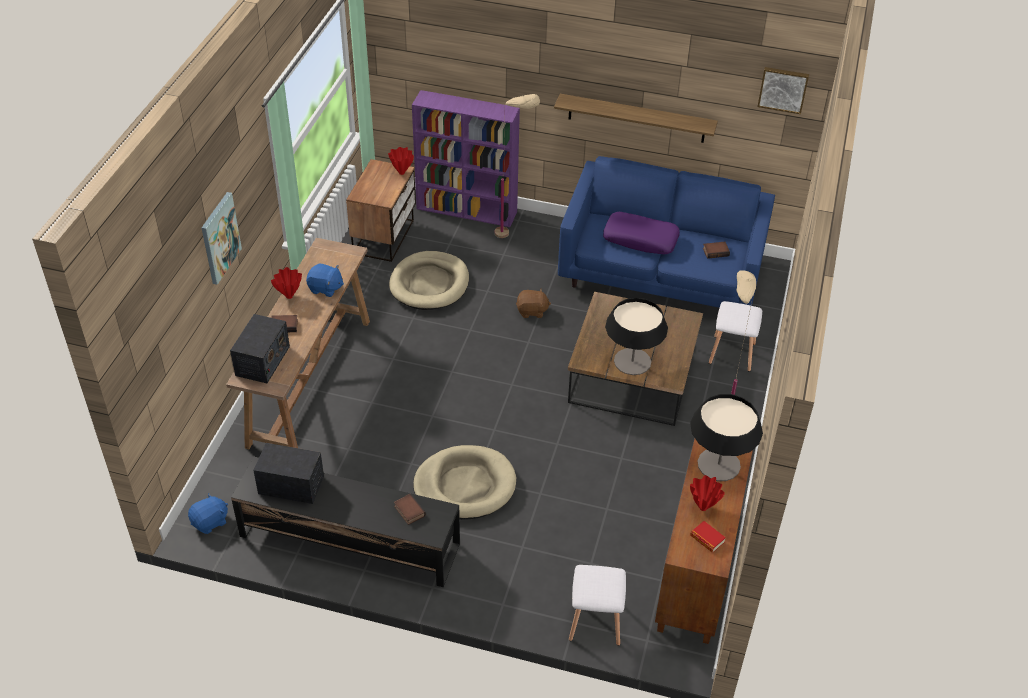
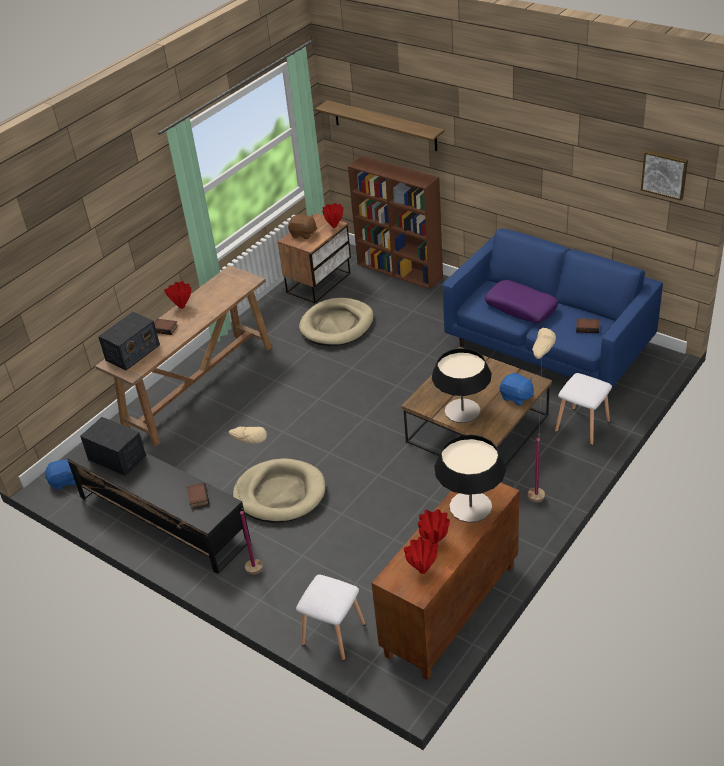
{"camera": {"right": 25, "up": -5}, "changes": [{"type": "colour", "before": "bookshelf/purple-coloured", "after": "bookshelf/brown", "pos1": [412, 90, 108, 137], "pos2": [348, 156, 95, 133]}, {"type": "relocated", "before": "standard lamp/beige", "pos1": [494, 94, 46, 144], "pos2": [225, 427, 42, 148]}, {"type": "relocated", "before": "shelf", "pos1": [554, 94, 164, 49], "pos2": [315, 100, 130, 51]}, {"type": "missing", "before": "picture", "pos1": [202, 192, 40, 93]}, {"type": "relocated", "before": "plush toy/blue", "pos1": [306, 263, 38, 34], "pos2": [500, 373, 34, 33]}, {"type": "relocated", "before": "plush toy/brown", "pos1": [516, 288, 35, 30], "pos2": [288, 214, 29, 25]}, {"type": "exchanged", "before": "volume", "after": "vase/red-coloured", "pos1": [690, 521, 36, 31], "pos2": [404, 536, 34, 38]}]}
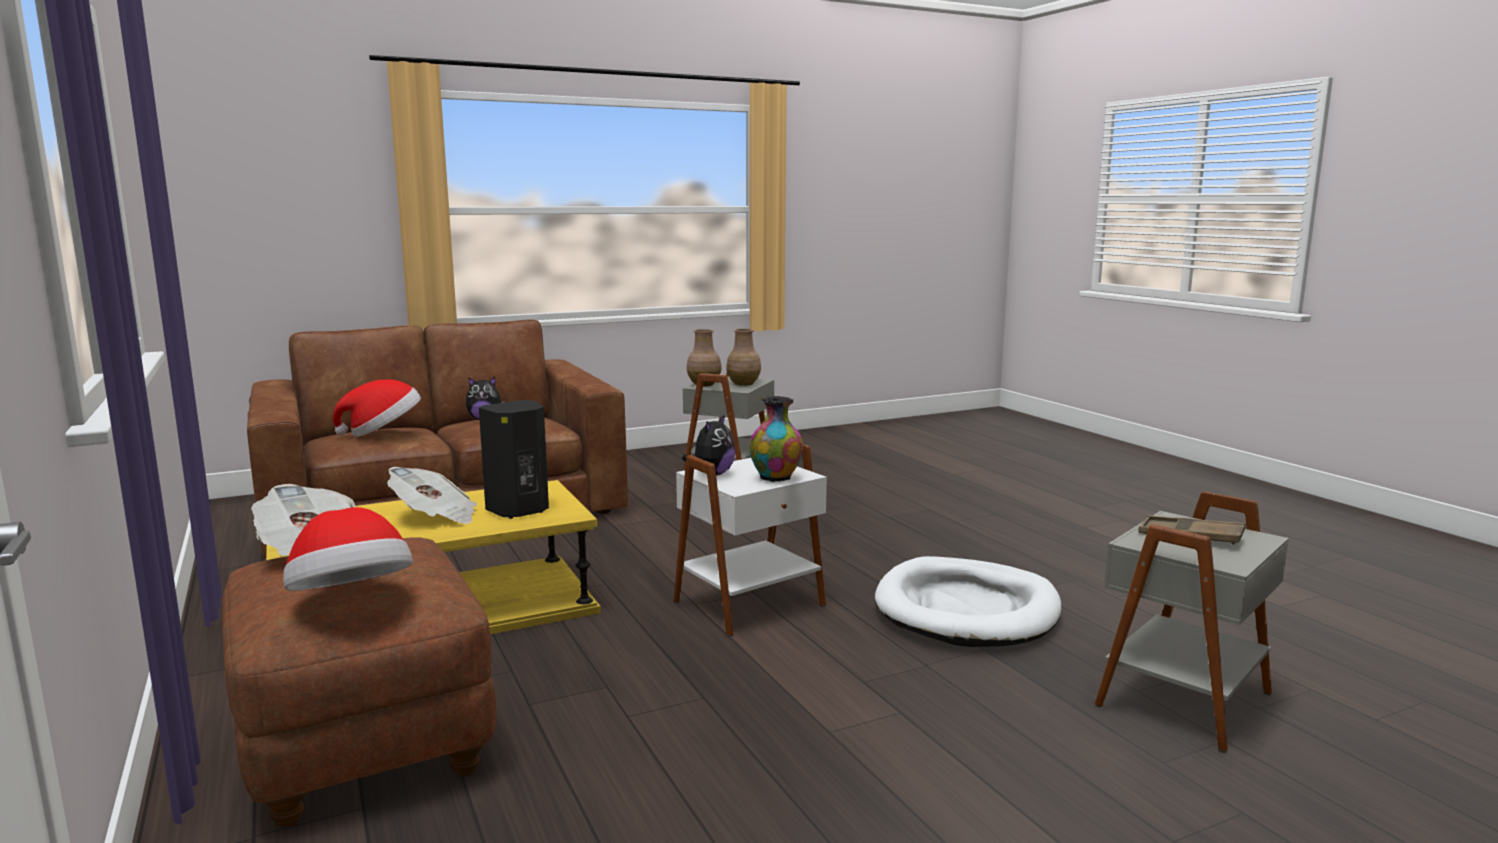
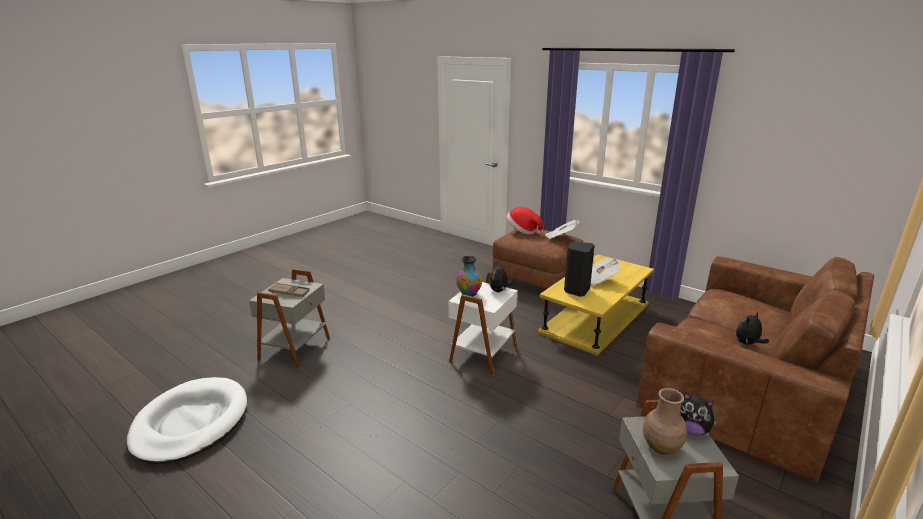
{"camera": {"right": 155, "up": 10}, "changes": [{"type": "exchanged", "before": "vase/brown", "after": "plush toy", "pos1": [687, 329, 35, 57], "pos2": [681, 392, 37, 44]}, {"type": "missing", "before": "clothing hat", "pos1": [333, 379, 88, 58]}, {"type": "relocated", "before": "dog bed/whitish", "pos1": [875, 556, 186, 91], "pos2": [127, 377, 120, 87]}]}
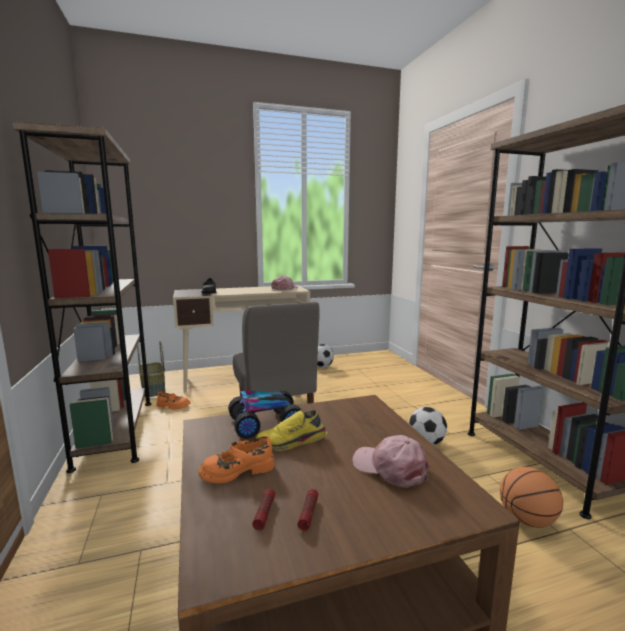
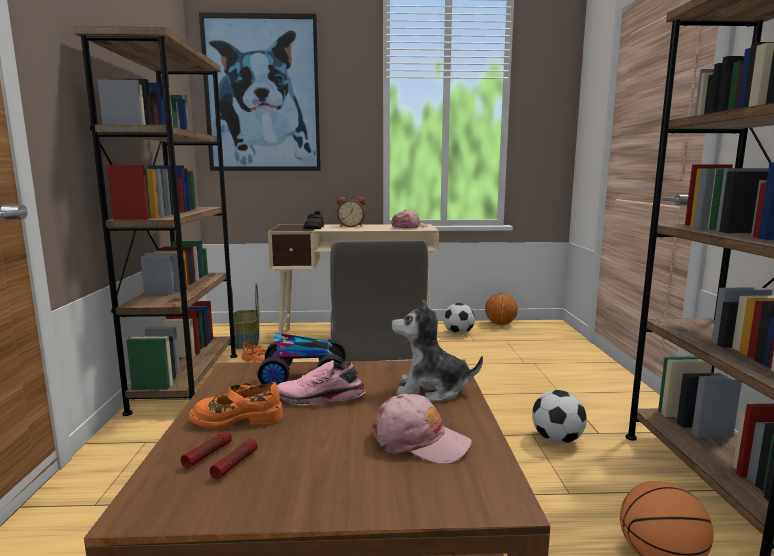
{"camera": {"right": 15, "up": 0}, "changes": [{"type": "colour", "before": "item of footwear/yellowish", "after": "item of footwear/pink", "pos1": [256, 410, 71, 41], "pos2": [277, 360, 88, 46]}, {"type": "spun", "before": "cap/pink", "pos1": [353, 435, 77, 53], "pos2": [370, 394, 102, 70], "turn": 150}, {"type": "relocated", "before": "torch", "pos1": [298, 489, 20, 41], "pos2": [181, 431, 51, 38]}, {"type": "appeared", "after": "picture", "pos2": [199, 12, 122, 159]}, {"type": "appeared", "after": "alarm clock", "pos2": [337, 197, 28, 30]}, {"type": "appeared", "after": "ball for basketball", "pos2": [485, 293, 33, 32]}, {"type": "appeared", "after": "plush toy", "pos2": [392, 299, 91, 103]}]}
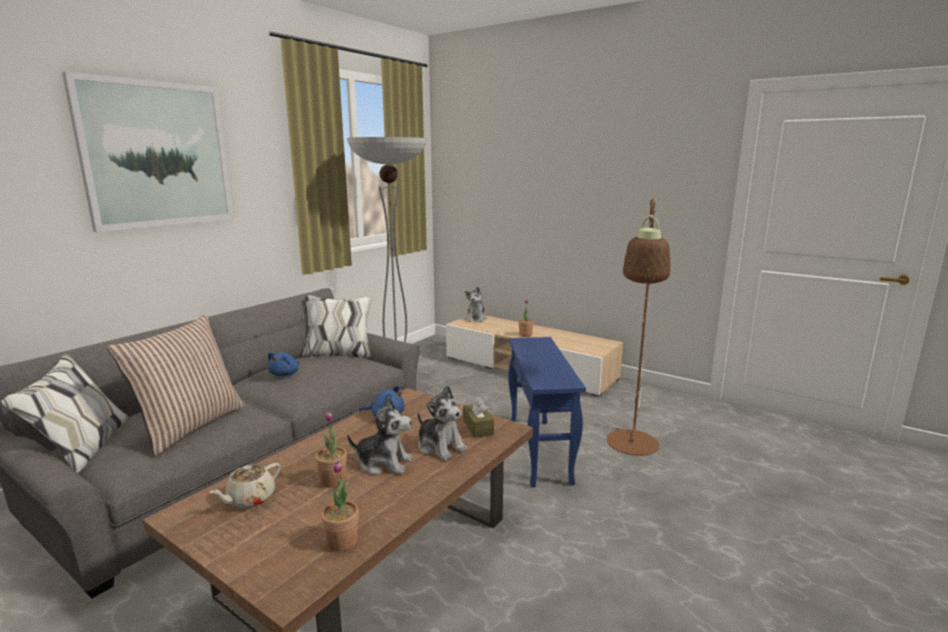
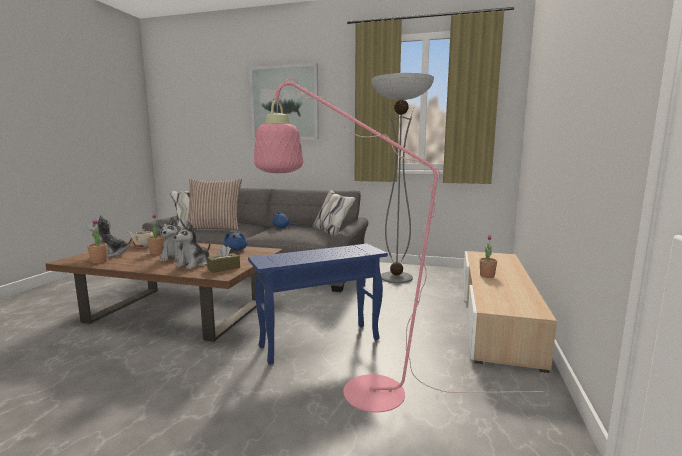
{"camera": {"right": 70, "up": -5}, "changes": [{"type": "colour", "before": "standard lamp/brown", "after": "standard lamp/pink", "pos1": [607, 196, 63, 260], "pos2": [254, 78, 290, 334]}, {"type": "relocated", "before": "plush toy", "pos1": [465, 287, 22, 35], "pos2": [87, 215, 45, 42]}]}
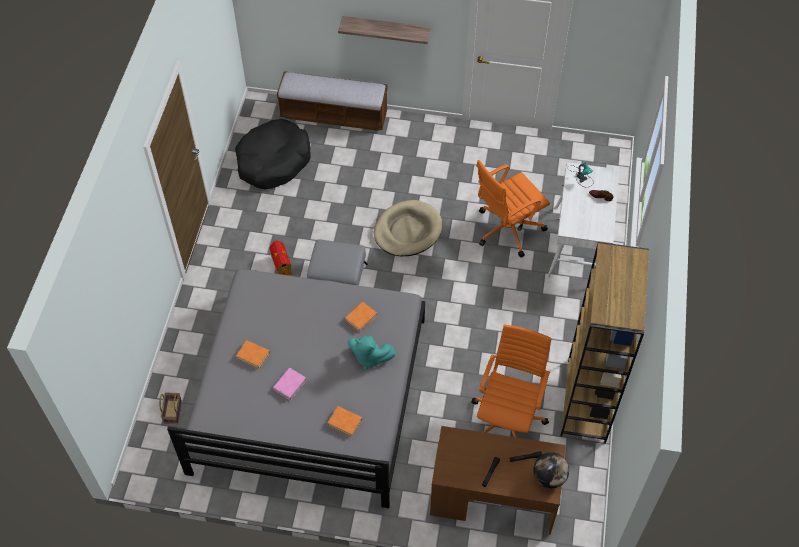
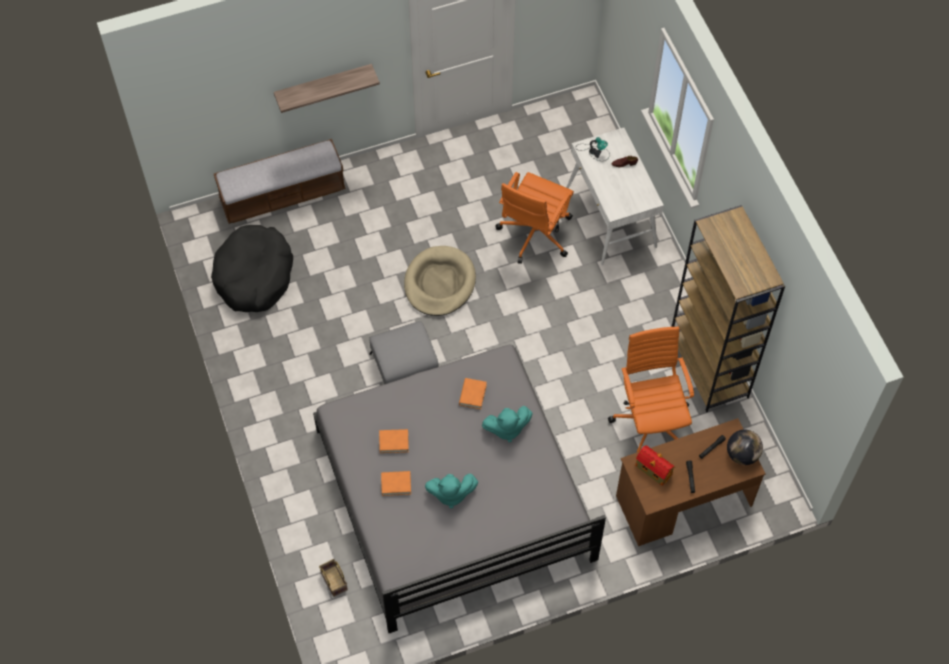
{"camera": {"right": -30, "up": 5}, "changes": [{"type": "relocated", "before": "model house", "pos1": [270, 240, 22, 35], "pos2": [635, 445, 40, 41]}, {"type": "exchanged", "before": "volume/pink", "after": "plush toy/blue-green", "pos1": [273, 368, 34, 33], "pos2": [425, 474, 53, 34]}, {"type": "relocated", "before": "volume/orangey", "pos1": [327, 406, 35, 31], "pos2": [379, 429, 30, 24]}]}
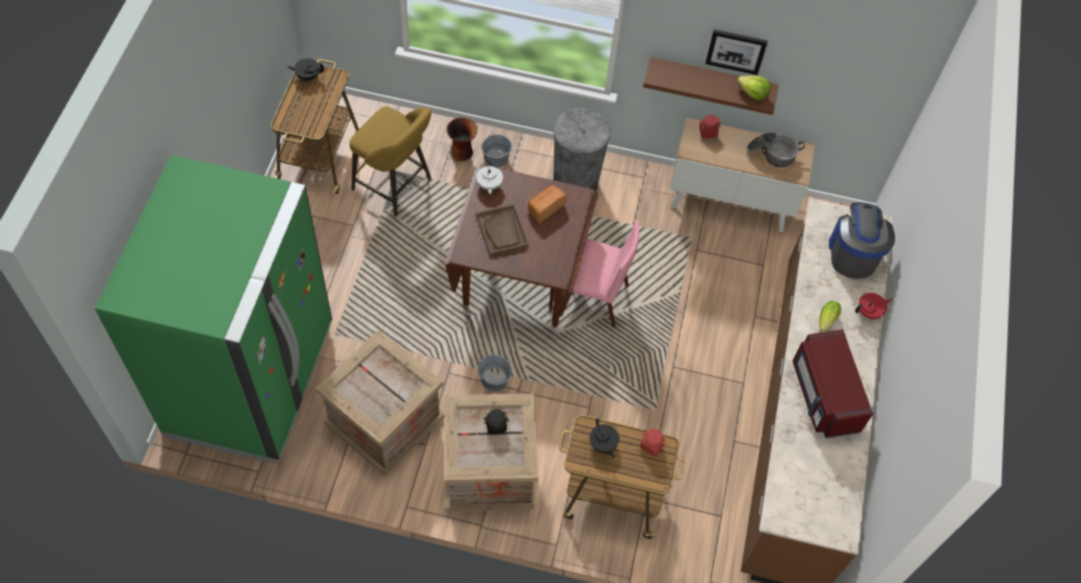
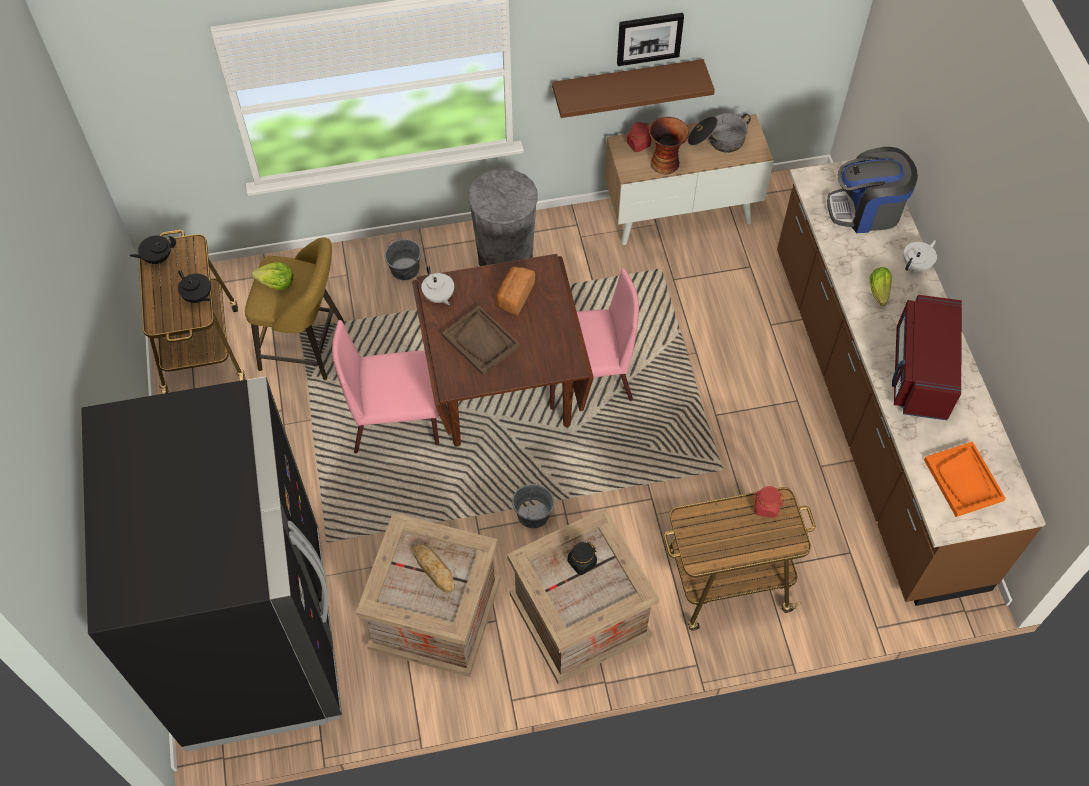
{"camera": {"right": -20, "up": 0}, "changes": [{"type": "relocated", "before": "lettuce head", "pos1": [737, 75, 33, 25], "pos2": [252, 263, 41, 27]}, {"type": "relocated", "before": "vase", "pos1": [447, 117, 30, 44], "pos2": [649, 117, 40, 57]}, {"type": "colour", "before": "kitchen fridge/greenish", "after": "kitchen fridge/black", "pos1": [95, 155, 237, 308], "pos2": [81, 376, 261, 376]}, {"type": "spun", "before": "coffee brewer", "pos1": [829, 202, 66, 77], "pos2": [827, 147, 91, 86], "turn": -75}, {"type": "colour", "before": "pot for tea/red-coloured", "after": "pot for tea/whitish", "pos1": [855, 293, 38, 26], "pos2": [903, 240, 34, 32]}, {"type": "spun", "before": "microwave oven/red-coloured", "pos1": [793, 330, 80, 108], "pos2": [892, 295, 70, 125], "turn": 45}, {"type": "relocated", "before": "pot for tea/black", "pos1": [590, 418, 29, 40], "pos2": [178, 270, 33, 33]}, {"type": "appeared", "after": "upright chair/pink", "pos2": [332, 320, 107, 133]}, {"type": "appeared", "after": "serving tray/orangey", "pos2": [924, 441, 82, 76]}, {"type": "appeared", "after": "bakery bread", "pos2": [413, 544, 42, 49]}]}
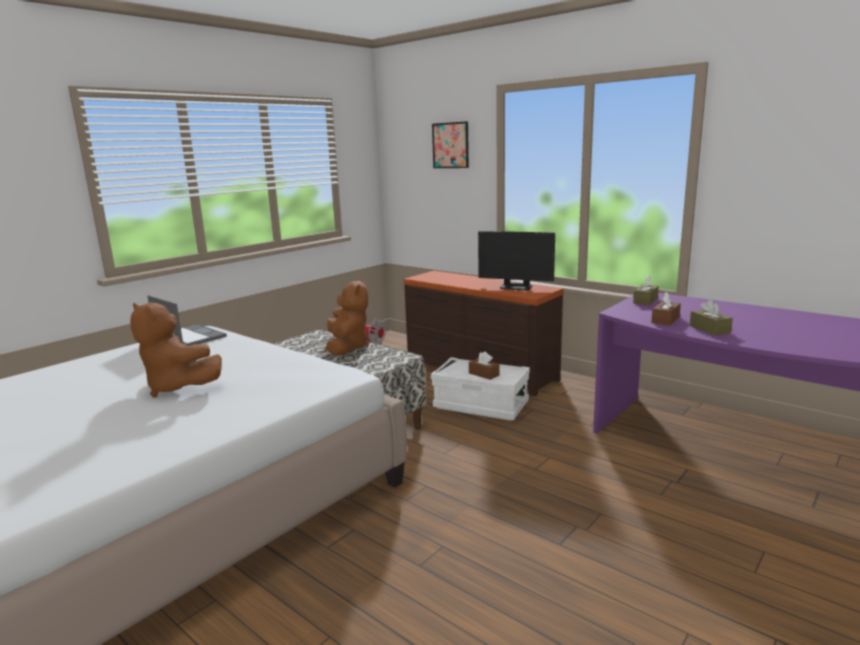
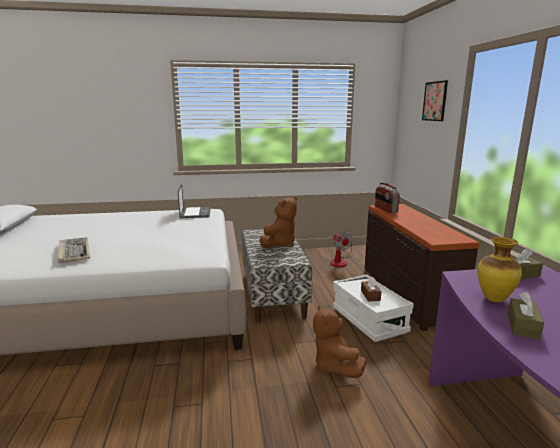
{"camera": {"right": 40, "up": 0}, "changes": [{"type": "missing", "before": "monitor", "pos1": [478, 231, 77, 59]}, {"type": "exchanged", "before": "box of tissues/brown", "after": "vase", "pos1": [651, 291, 30, 35], "pos2": [477, 237, 45, 65]}, {"type": "relocated", "before": "plush toy/brown", "pos1": [130, 302, 92, 96], "pos2": [313, 305, 53, 73]}, {"type": "appeared", "after": "radio set", "pos2": [375, 182, 25, 31]}, {"type": "appeared", "after": "keyboard", "pos2": [57, 237, 33, 27]}]}
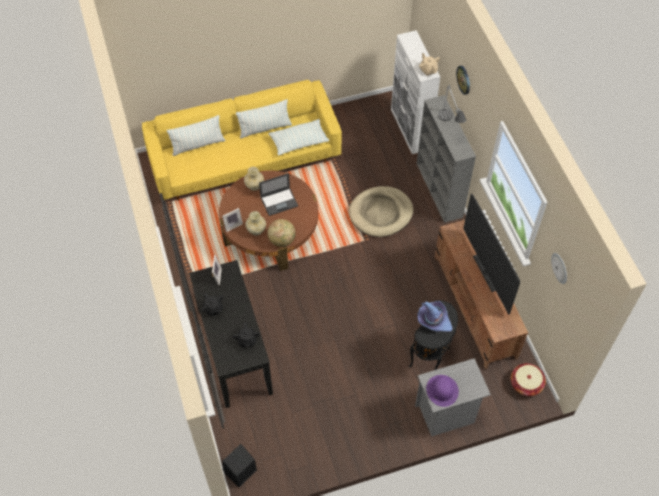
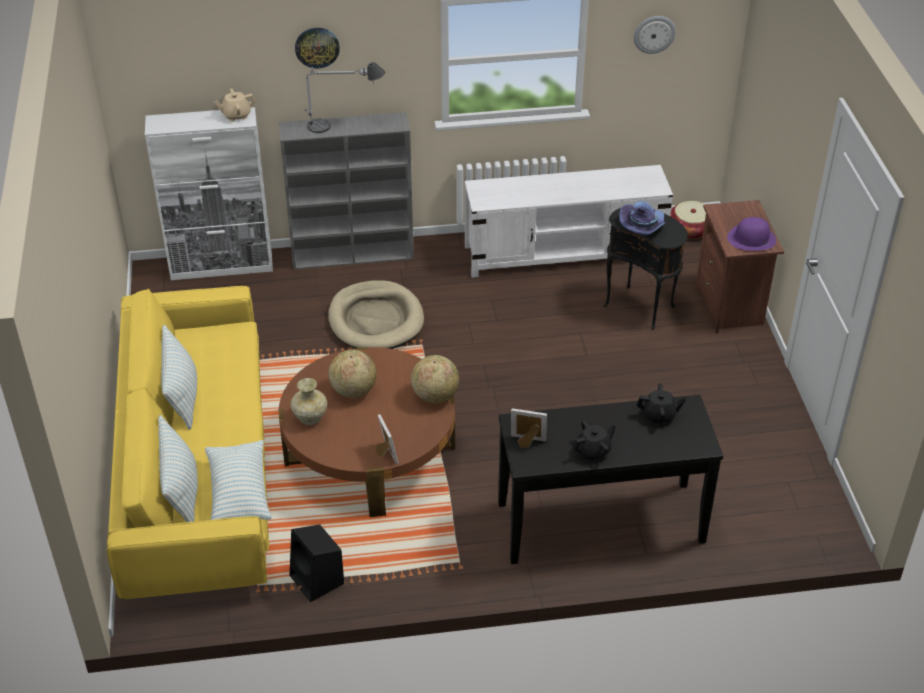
{"camera": {"right": -80, "up": -15}, "changes": [{"type": "relocated", "before": "throw pillow", "pos1": [268, 119, 61, 37], "pos2": [205, 440, 66, 80]}, {"type": "exchanged", "before": "laptop", "after": "desk globe", "pos1": [259, 173, 39, 43], "pos2": [328, 350, 49, 48]}, {"type": "missing", "before": "TV", "pos1": [463, 193, 57, 122]}, {"type": "missing", "before": "vase/beige", "pos1": [245, 211, 21, 24]}, {"type": "colour", "before": "tv unit/brown", "after": "tv unit/whitish", "pos1": [435, 220, 93, 149], "pos2": [465, 165, 208, 113]}, {"type": "colour", "before": "bedside table/greyish", "after": "bedside table/brown", "pos1": [415, 358, 76, 79], "pos2": [696, 200, 88, 133]}, {"type": "relocated", "before": "speaker/black", "pos1": [222, 444, 35, 43], "pos2": [290, 524, 54, 78]}]}
